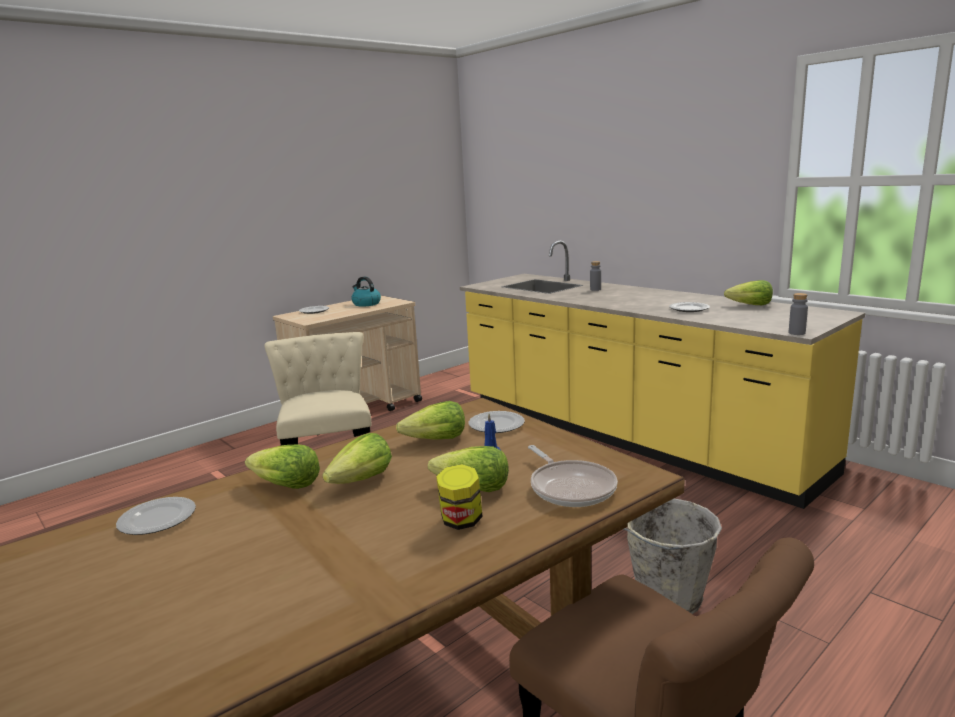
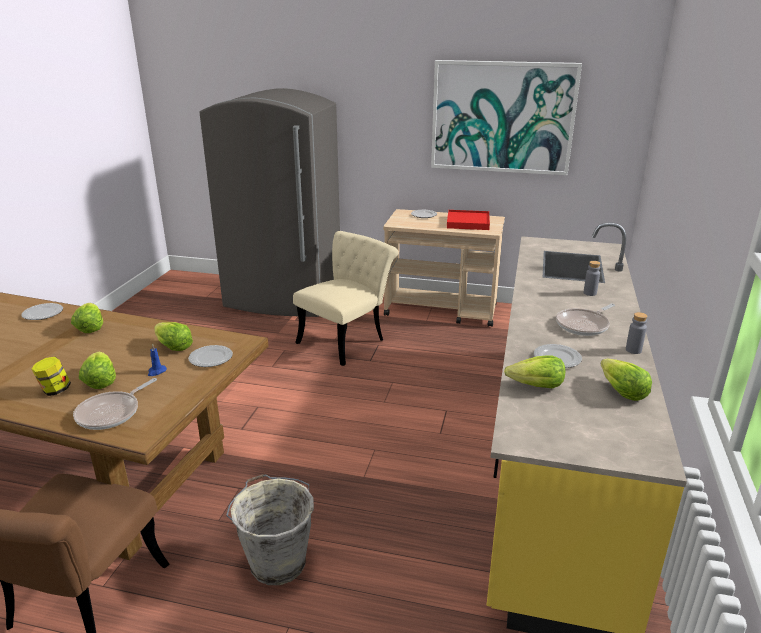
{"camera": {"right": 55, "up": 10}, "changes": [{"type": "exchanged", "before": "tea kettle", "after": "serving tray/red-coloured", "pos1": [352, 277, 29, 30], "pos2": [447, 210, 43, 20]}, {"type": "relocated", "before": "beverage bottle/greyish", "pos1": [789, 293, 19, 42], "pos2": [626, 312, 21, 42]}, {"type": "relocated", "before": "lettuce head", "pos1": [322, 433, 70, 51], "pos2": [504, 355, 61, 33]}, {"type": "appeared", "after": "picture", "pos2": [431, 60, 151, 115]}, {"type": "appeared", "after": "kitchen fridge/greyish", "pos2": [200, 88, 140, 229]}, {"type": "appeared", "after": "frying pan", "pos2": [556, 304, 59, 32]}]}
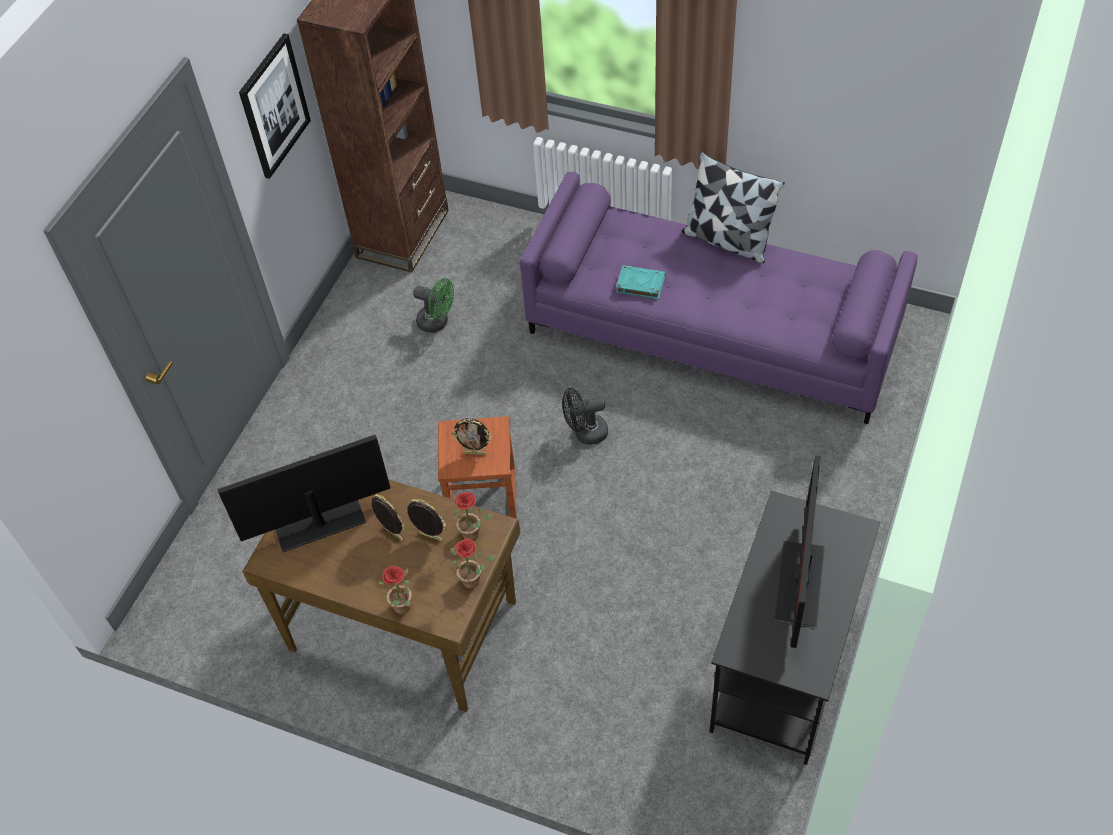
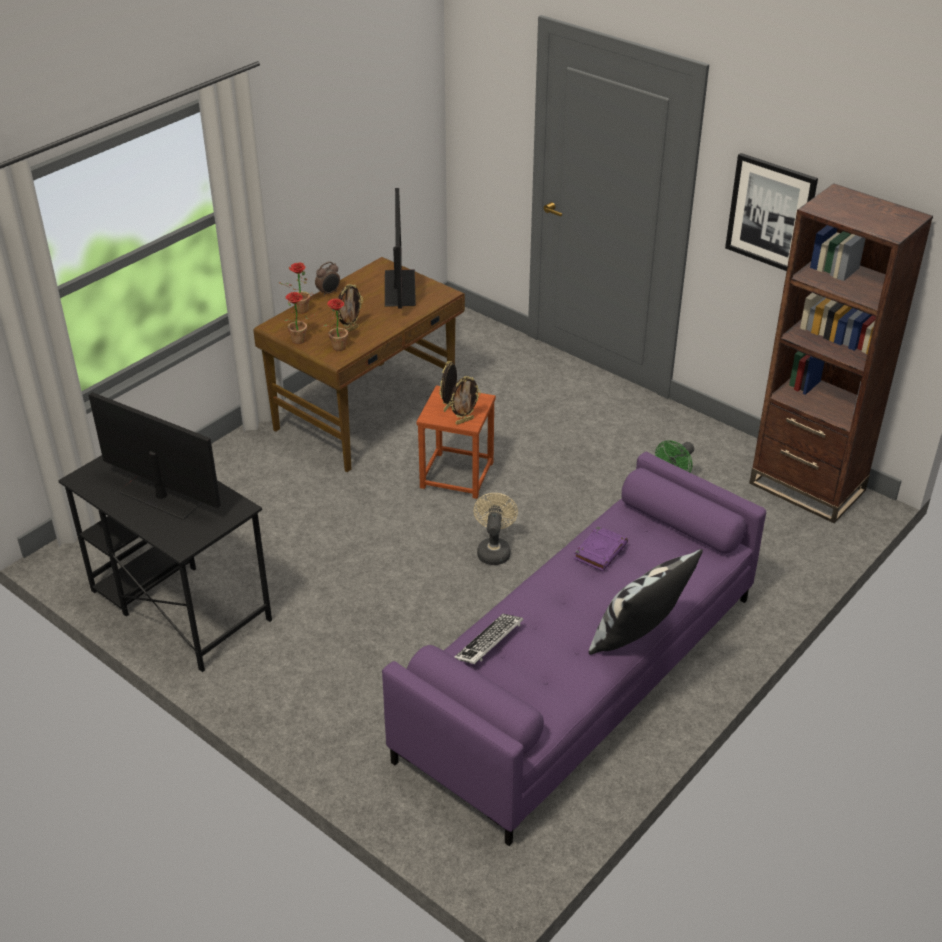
{"camera": {"right": 105, "up": -15}, "changes": [{"type": "colour", "before": "volume/blue-green", "after": "volume/purple-coloured", "pos1": [616, 265, 49, 34], "pos2": [574, 526, 54, 45]}, {"type": "colour", "before": "cooling fan/black", "after": "cooling fan/beige", "pos1": [562, 388, 46, 57], "pos2": [473, 493, 45, 72]}, {"type": "relocated", "before": "picture frame", "pos1": [372, 494, 33, 46], "pos2": [449, 376, 32, 49]}, {"type": "appeared", "after": "alarm clock", "pos2": [315, 262, 25, 34]}, {"type": "appeared", "after": "keyboard", "pos2": [455, 614, 68, 50]}]}
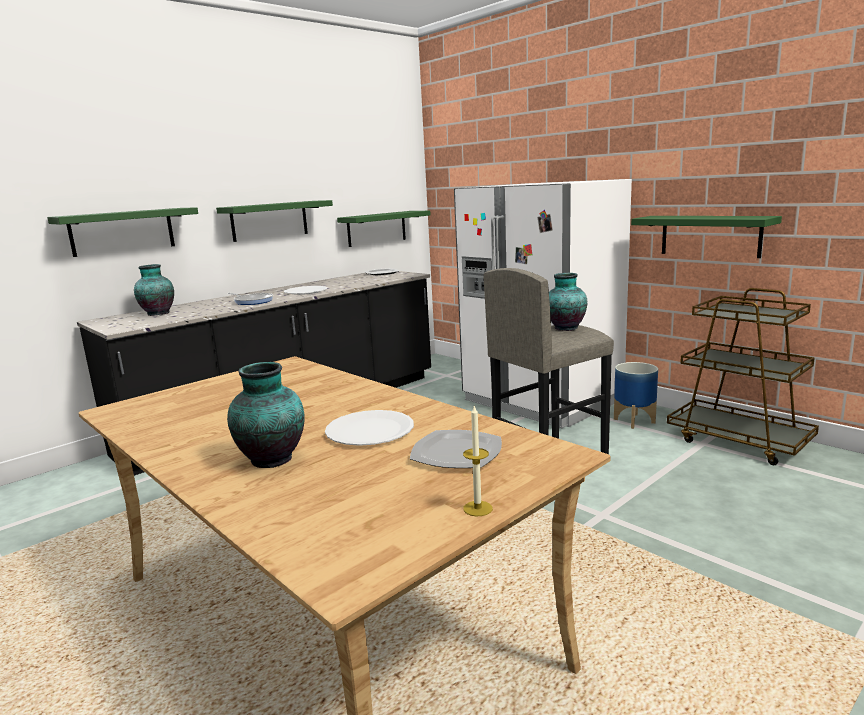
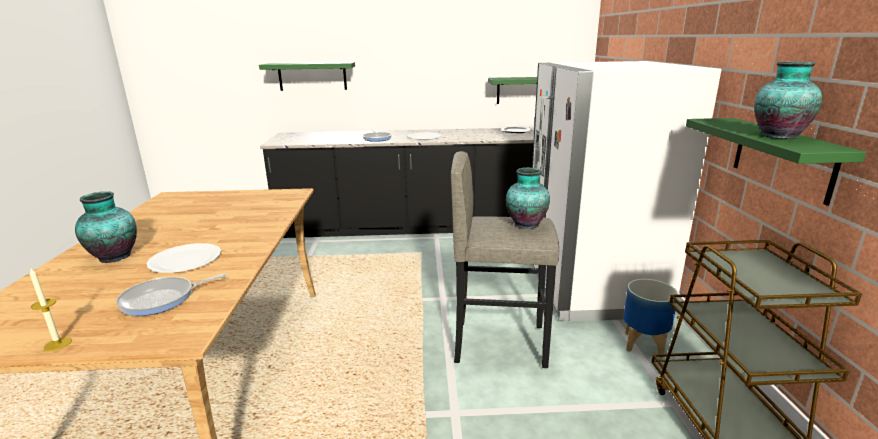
{"camera": {"right": 40, "up": 5}, "changes": [{"type": "missing", "before": "shelf/greenish", "pos1": [216, 200, 117, 42]}, {"type": "relocated", "before": "vase", "pos1": [134, 264, 40, 52], "pos2": [754, 62, 68, 77]}, {"type": "exchanged", "before": "flat dish", "after": "frying pan", "pos1": [410, 430, 92, 38], "pos2": [116, 274, 111, 42]}]}
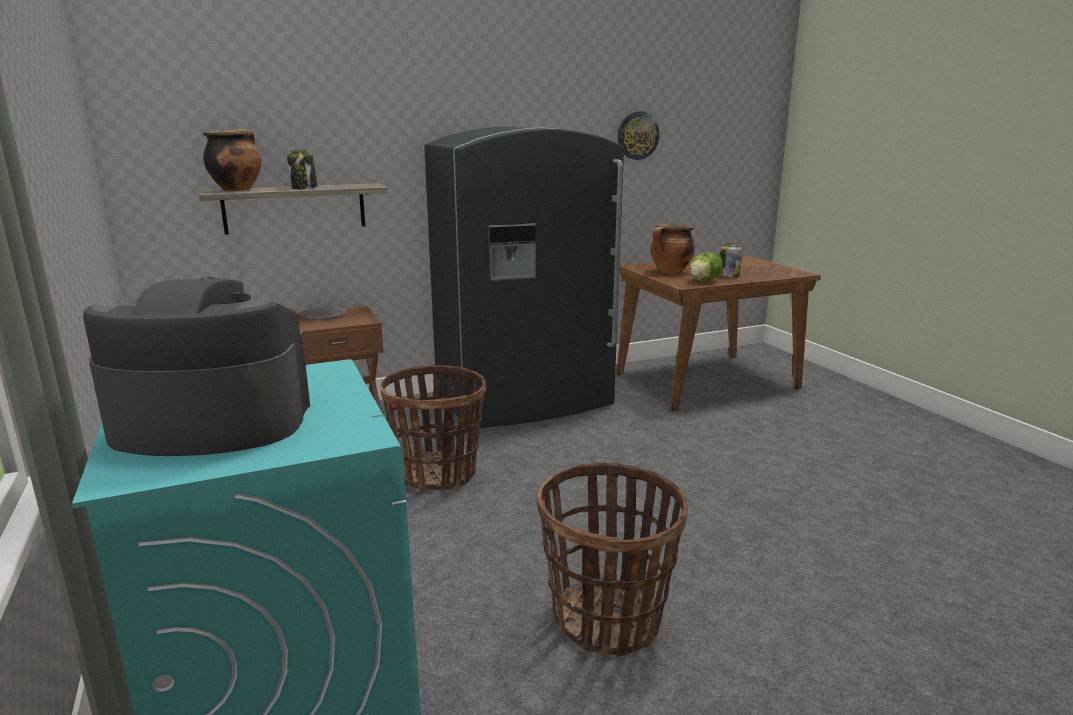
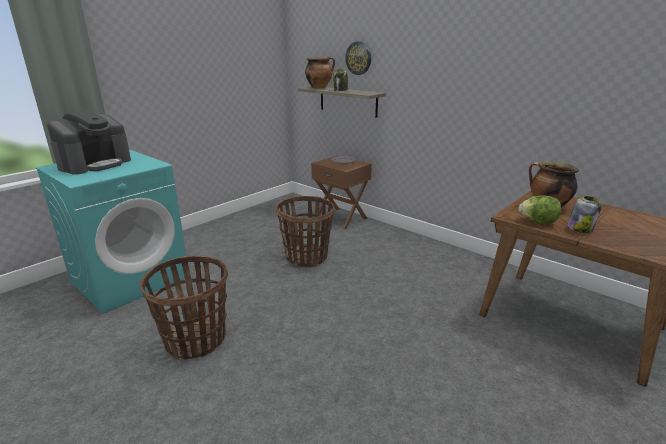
{"camera": {"right": 65, "up": 5}, "changes": [{"type": "relocated", "before": "hanging clock", "pos1": [618, 112, 41, 48], "pos2": [345, 42, 26, 33]}, {"type": "missing", "before": "kitchen fridge/greyish", "pos1": [424, 127, 200, 301]}, {"type": "spun", "before": "coffee brewer", "pos1": [83, 277, 227, 179], "pos2": [47, 111, 84, 64], "turn": 60}]}
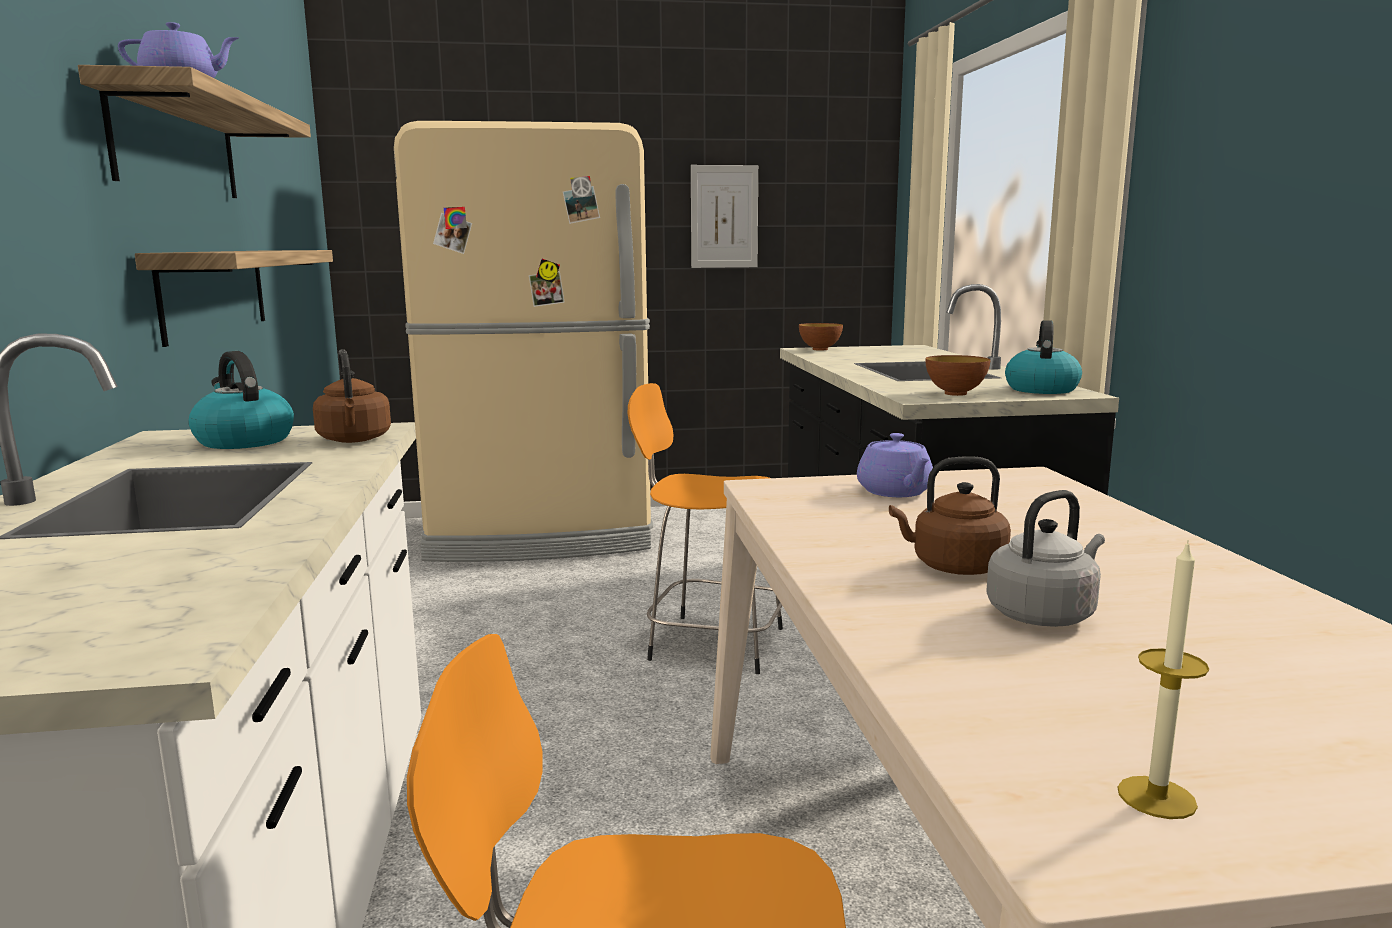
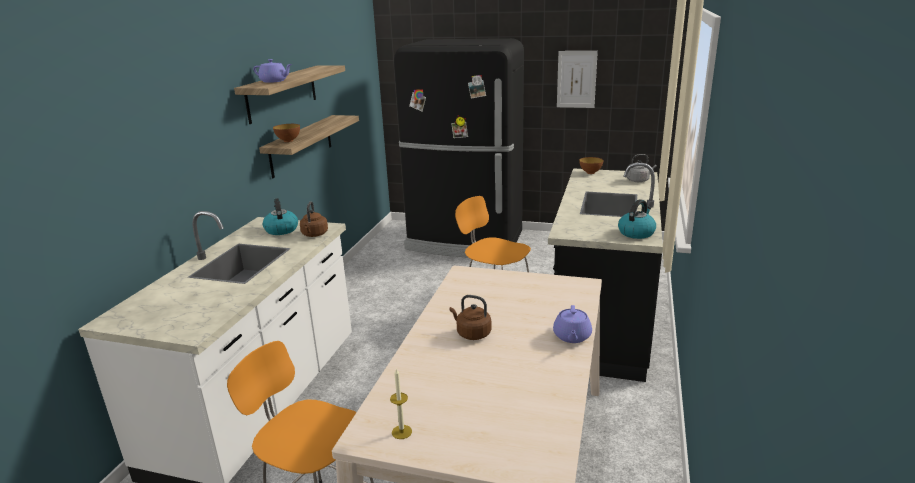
{"camera": {"right": 25, "up": 10}, "changes": [{"type": "colour", "before": "kitchen fridge/beige", "after": "kitchen fridge/black", "pos1": [394, 121, 259, 441], "pos2": [394, 38, 130, 220]}, {"type": "relocated", "before": "bowl", "pos1": [925, 355, 65, 41], "pos2": [273, 124, 27, 18]}, {"type": "relocated", "before": "pot for tea/purple-coloured", "pos1": [857, 433, 76, 64], "pos2": [553, 305, 39, 38]}, {"type": "relocated", "before": "tea kettle/greyish", "pos1": [986, 490, 119, 137], "pos2": [627, 154, 30, 28]}]}
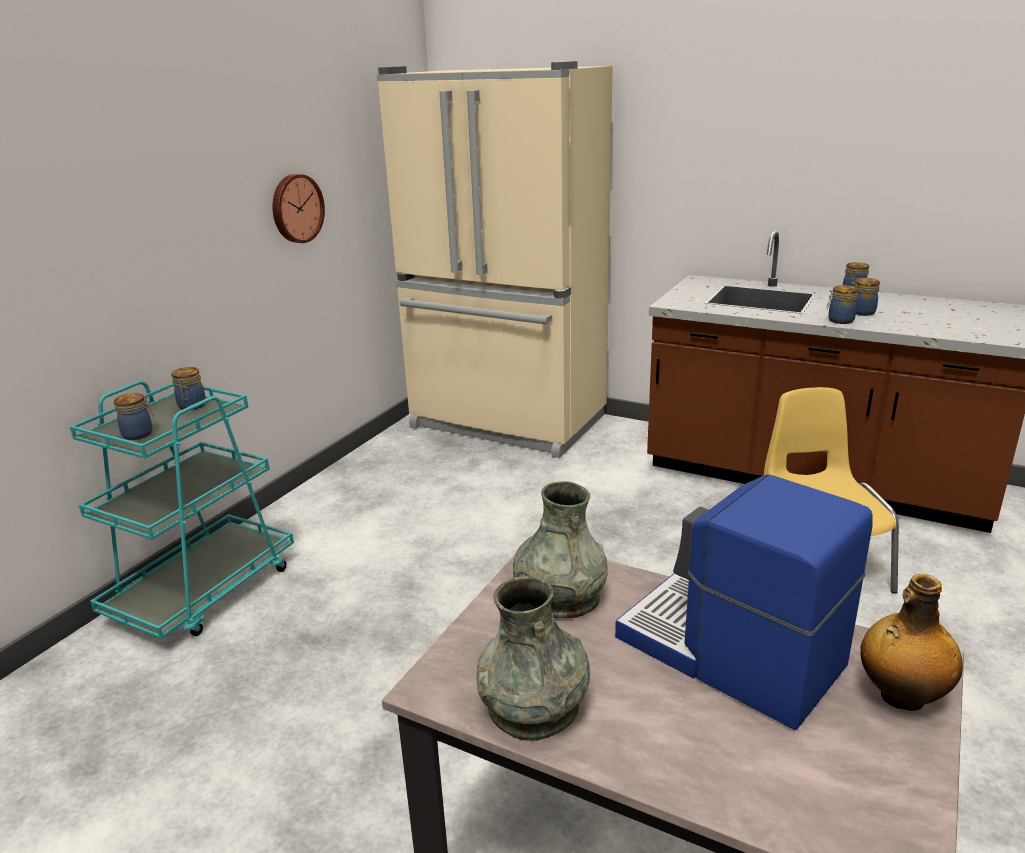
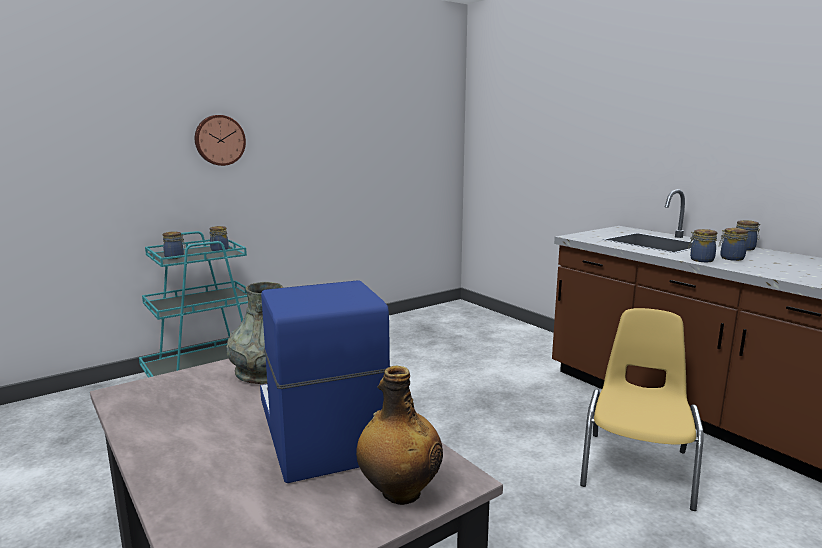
{"camera": {"right": 25, "up": -10}, "changes": [{"type": "missing", "before": "kitchen fridge/beige", "pos1": [377, 61, 236, 397]}, {"type": "relocated", "before": "hanging clock", "pos1": [273, 174, 52, 69], "pos2": [195, 115, 51, 51]}, {"type": "missing", "before": "vase/greyish", "pos1": [476, 576, 114, 165]}]}
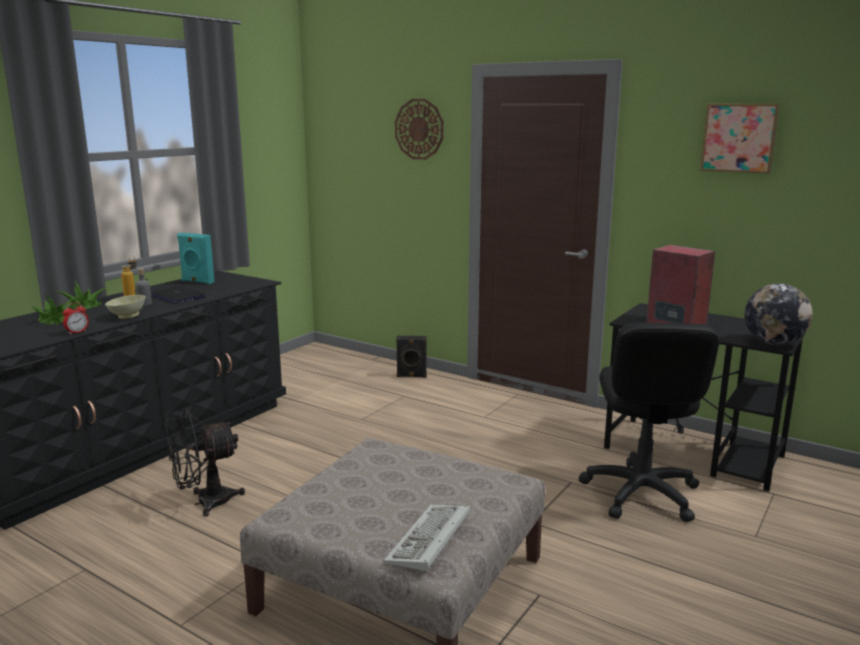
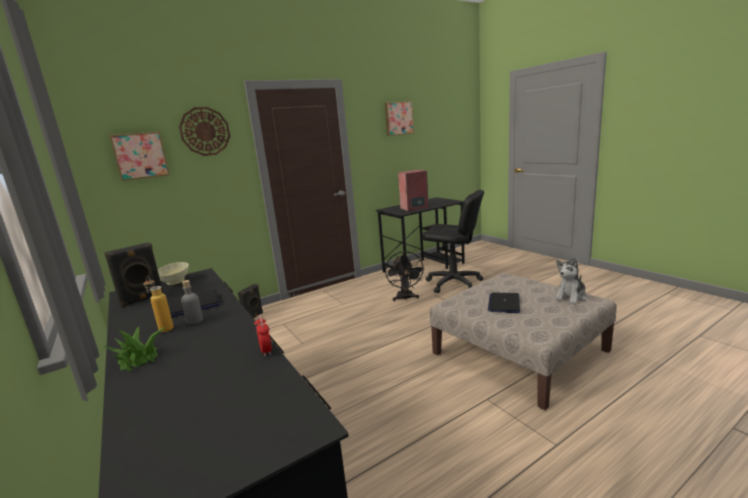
{"camera": {"right": -65, "up": 0}, "changes": [{"type": "colour", "before": "speaker/blue-green", "after": "speaker/black", "pos1": [177, 233, 38, 51], "pos2": [104, 242, 60, 65]}, {"type": "missing", "before": "desk globe", "pos1": [745, 284, 68, 61]}, {"type": "missing", "before": "plant in a pot", "pos1": [32, 294, 47, 31]}, {"type": "relocated", "before": "bowl/beige", "pos1": [105, 295, 41, 24], "pos2": [157, 262, 32, 23]}, {"type": "relocated", "before": "cooling fan/black", "pos1": [165, 408, 80, 109], "pos2": [385, 251, 40, 50]}, {"type": "exchanged", "before": "keyboard", "after": "plush toy", "pos1": [383, 505, 88, 67], "pos2": [554, 257, 33, 48]}, {"type": "appeared", "after": "picture", "pos2": [109, 132, 61, 49]}, {"type": "appeared", "after": "laptop", "pos2": [488, 292, 32, 21]}]}
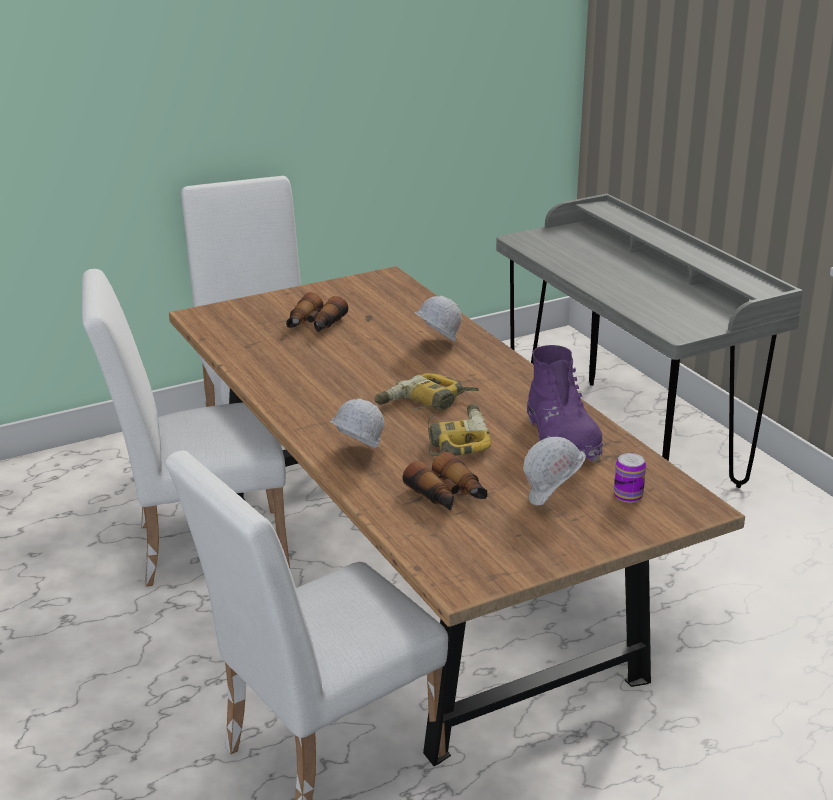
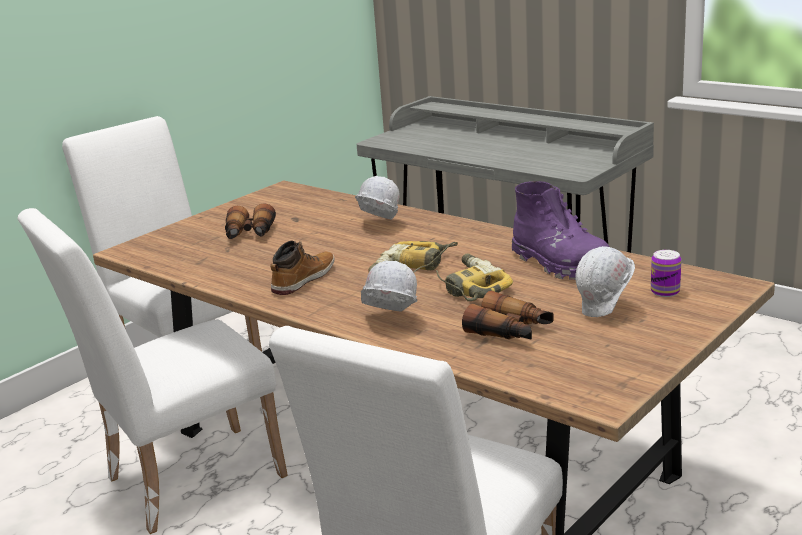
{"camera": {"right": -20, "up": -5}, "changes": [{"type": "appeared", "after": "boot", "pos2": [270, 240, 65, 55]}]}
